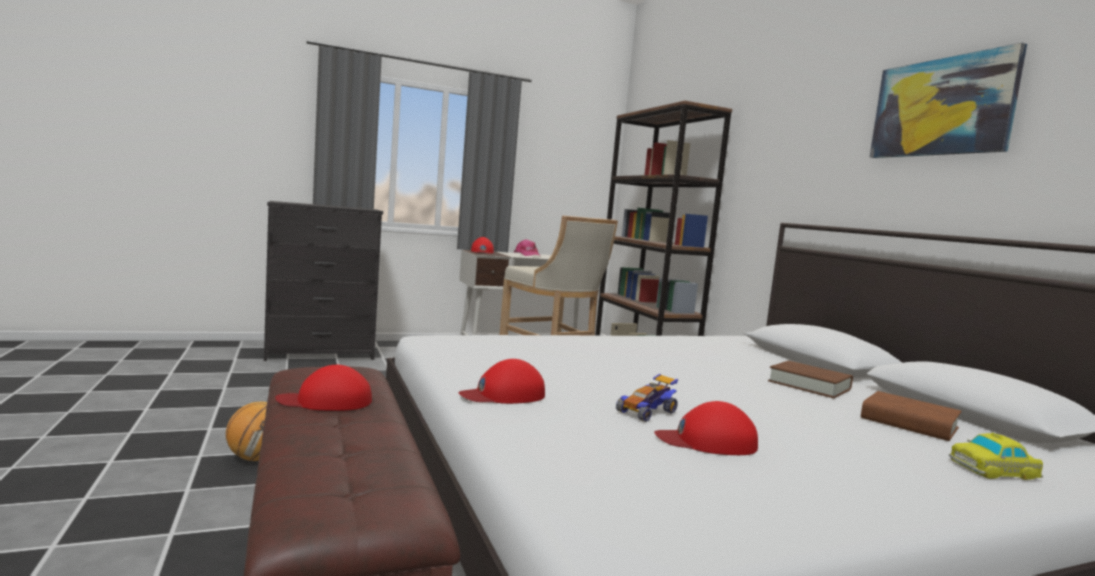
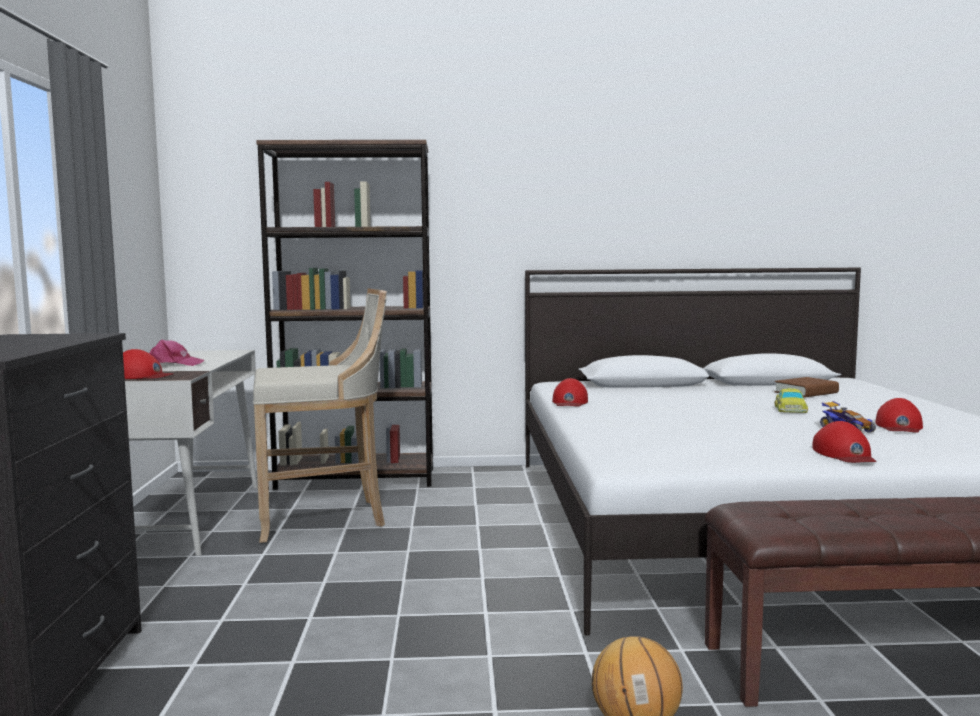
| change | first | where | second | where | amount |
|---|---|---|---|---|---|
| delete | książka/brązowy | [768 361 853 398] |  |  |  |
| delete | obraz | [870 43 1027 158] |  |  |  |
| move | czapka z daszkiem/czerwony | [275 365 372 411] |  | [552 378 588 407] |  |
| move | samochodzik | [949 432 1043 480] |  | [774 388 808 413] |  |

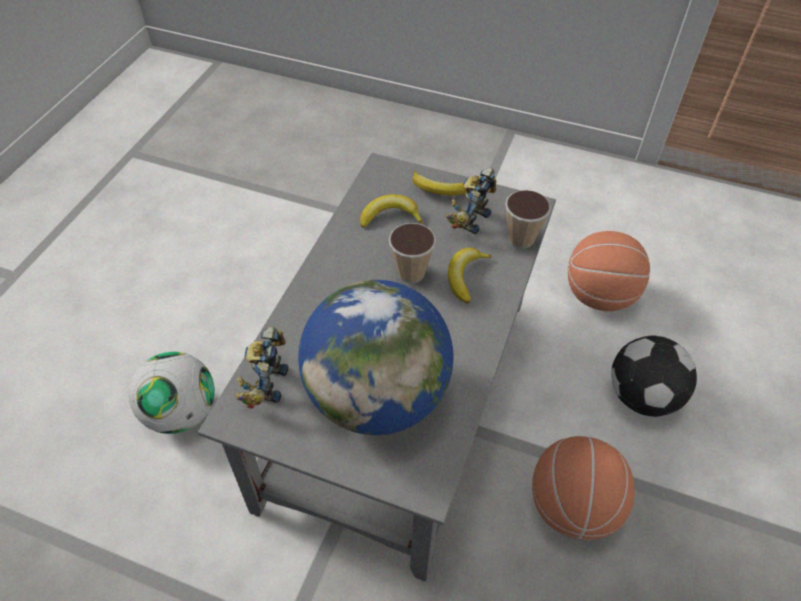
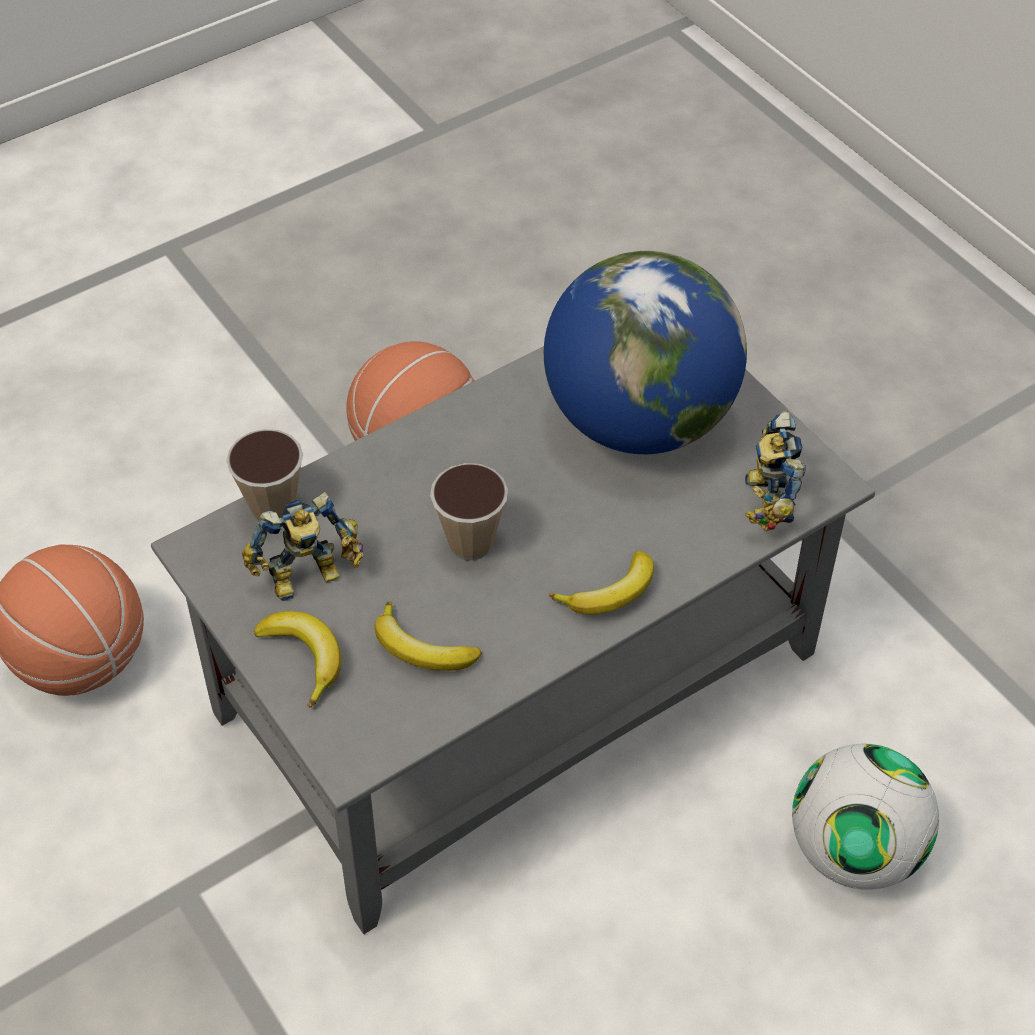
| change | first | where | second | where | amount |
|---|---|---|---|---|---|
| delete | piłka futbolowa | [611 336 697 417] |  |  |  |
| move | banan | [448 247 492 303] |  | [549 551 654 614] |  |
| rotate | robot zabawkowy | [236 326 289 409] |  | [745 411 806 531] | 135 degrees clockwise |

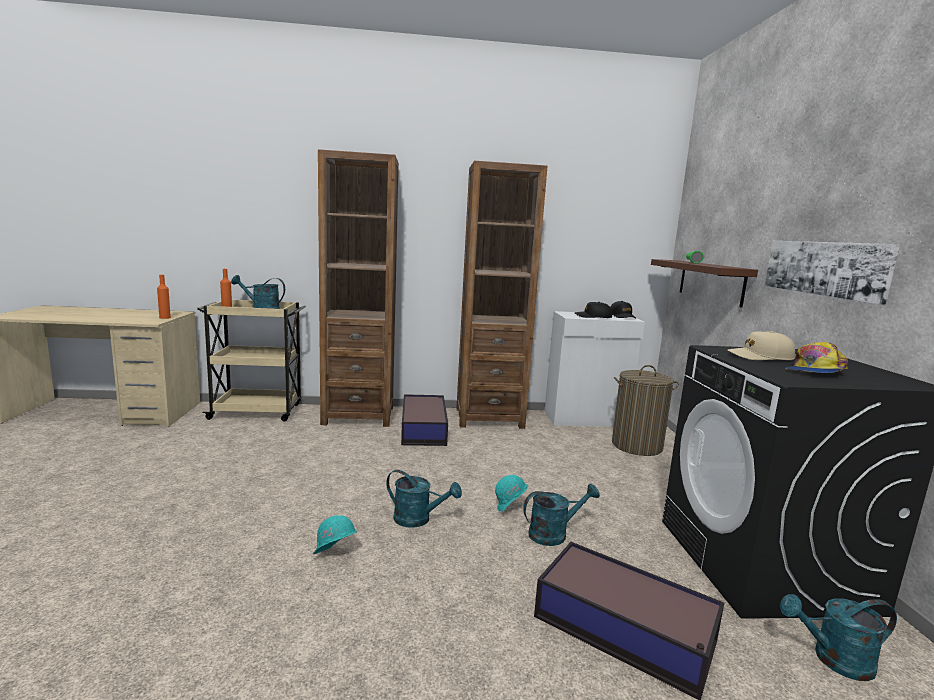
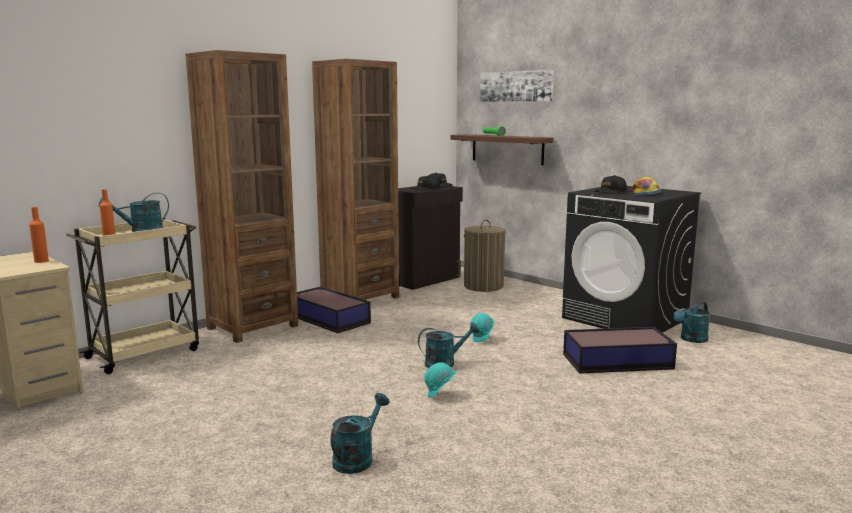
| change | first | where | second | where | amount |
|---|---|---|---|---|---|
| move | konewka/turkusowy | [523 484 600 546] |  | [331 393 389 474] |  |
| move | obraz | [765 241 900 305] |  | [480 70 554 102] |  |
| recolor | szafka/biały | [545 311 645 427] | szafka/czarny | [398 186 463 290] |  |
| recolor | czapka z daszkiem/beżowy | [727 331 796 360] | czapka z daszkiem/czarny | [595 175 627 194] |  |

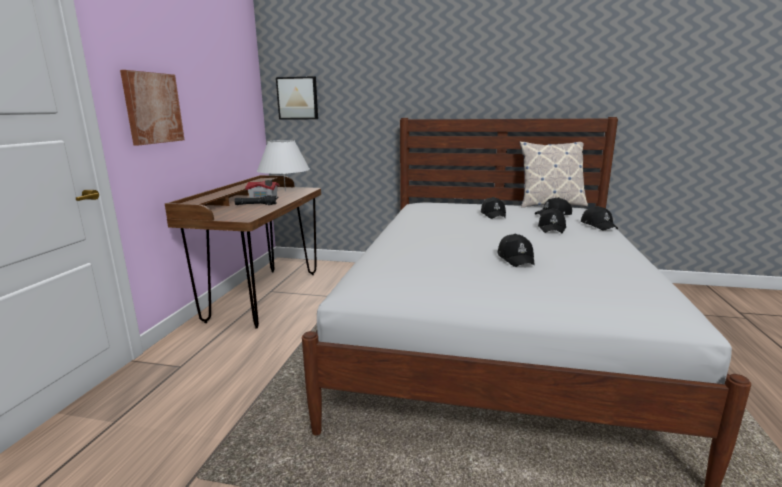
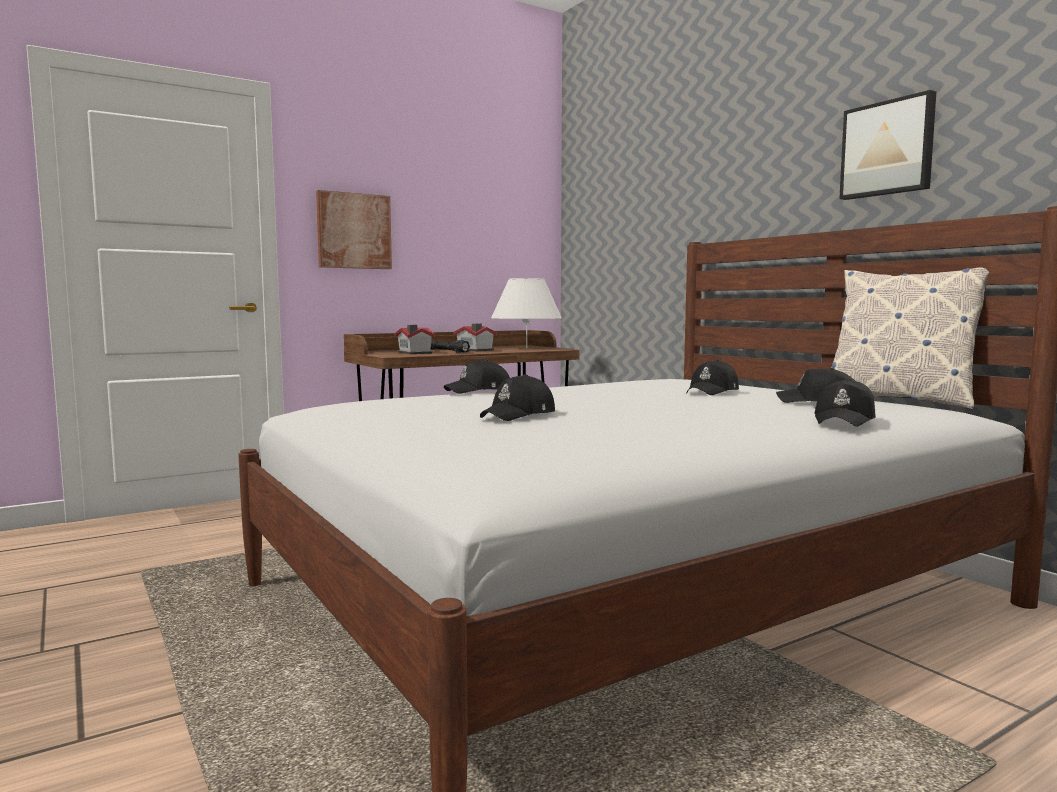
| change | first | where | second | where | amount |
|---|---|---|---|---|---|
| insert |  |  | domek | [394 325 435 354] |  |
| move | obraz | [276 76 318 120] |  | [839 90 936 200] |  |
| move | czapka z daszkiem/czarny | [538 208 566 233] |  | [444 359 510 394] |  |

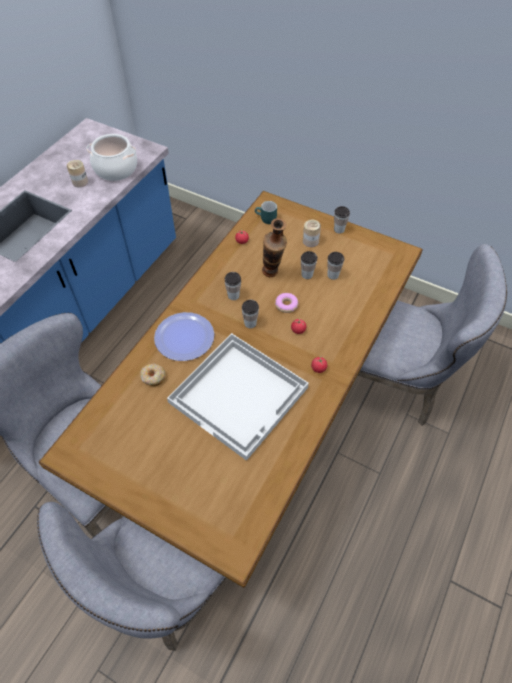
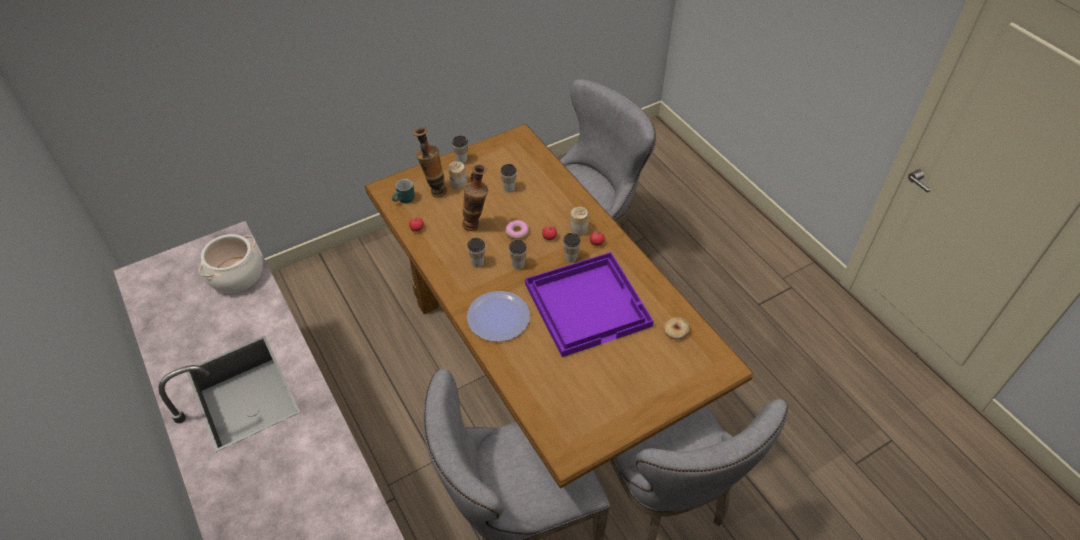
| change | first | where | second | where | amount |
|---|---|---|---|---|---|
| insert |  |  | wazon | [413 127 447 198] |  |
| move | puszka | [67 160 88 188] |  | [570 207 589 236] |  |
| move | donut | [140 363 166 386] |  | [664 317 690 340] |  |
| move | filiżanka | [301 251 317 279] |  | [563 233 580 263] |  |
| recolor | taca/biały | [167 333 309 461] | taca/fioletowy | [525 252 654 357] |  |

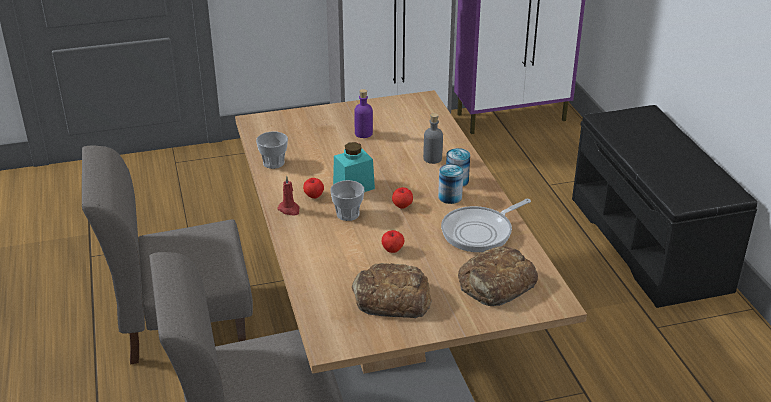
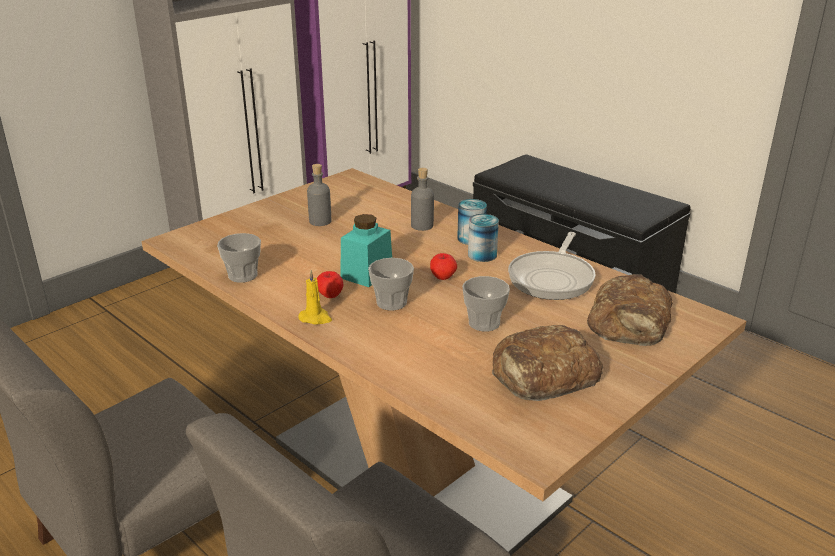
| change | first | where | second | where | amount |
|---|---|---|---|---|---|
| replace | jabłko | [382 230 404 253] | filiżanka | [462 276 510 331] |  |
| recolor | świeca/czerwony | [278 176 300 215] | świeca/żółty | [298 270 332 324] |  |
| recolor | butelka/fioletowy | [354 89 373 138] | butelka/szary | [307 164 331 226] |  |

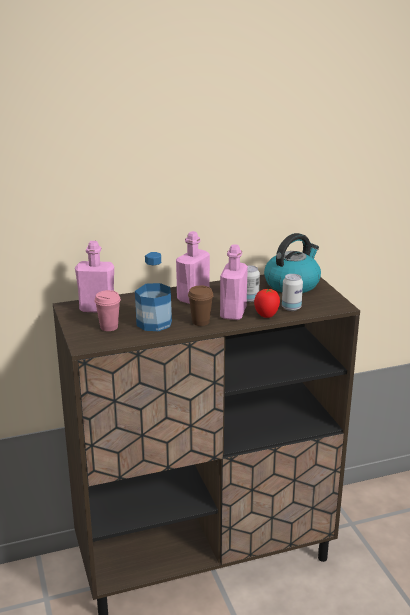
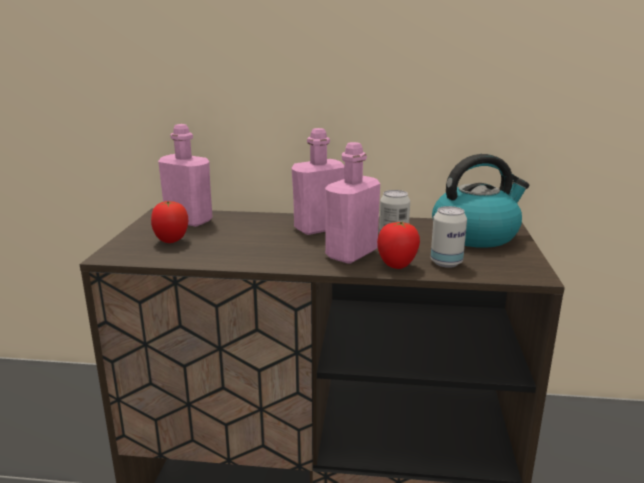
| change | first | where | second | where | amount |
|---|---|---|---|---|---|
| delete | butelka | [135 252 172 331] |  |  |  |
| delete | filiżanka/brązowy | [188 285 214 326] |  |  |  |
| replace | filiżanka/różowy | [94 290 121 331] | pomidor | [151 201 188 243] |  |

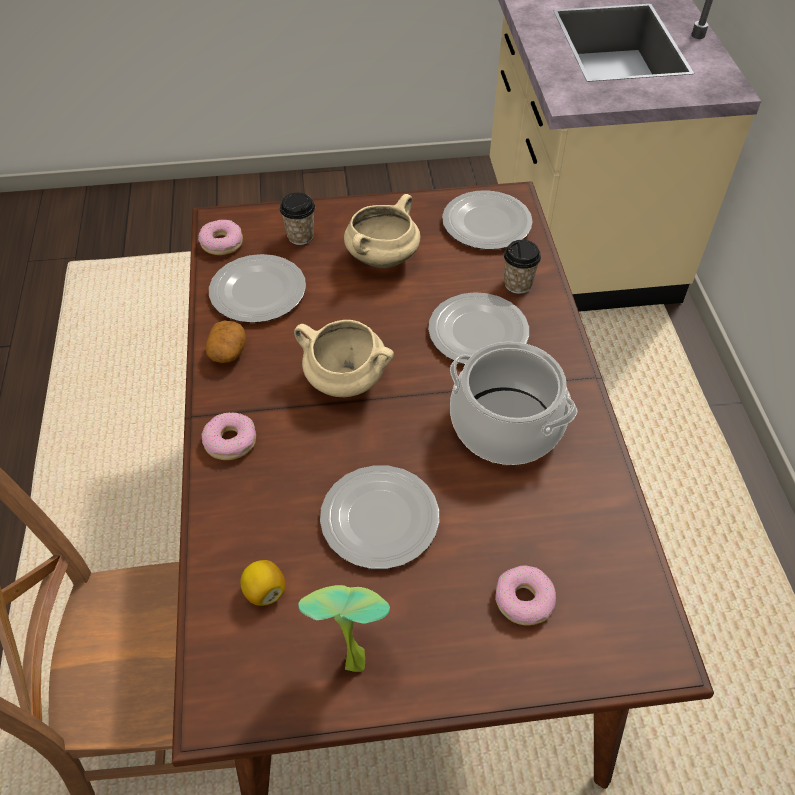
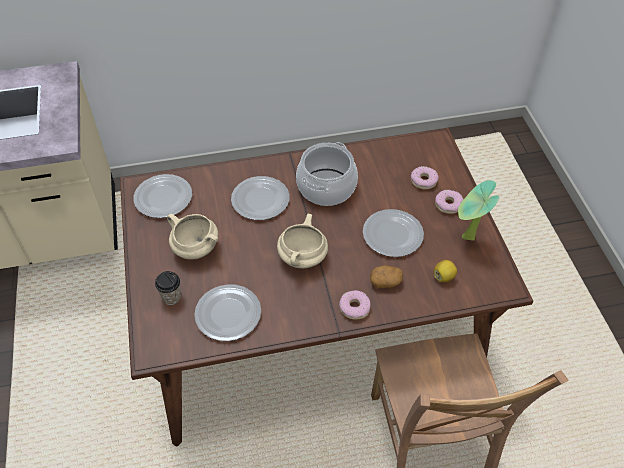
| change | first | where | second | where | amount |
|---|---|---|---|---|---|
| delete | filiżanka | [504 240 541 294] |  |  |  |
| move | donut | [198 220 243 255] |  | [435 190 464 214] |  |
| move | ziemniak | [206 321 246 363] |  | [370 265 403 288] |  |

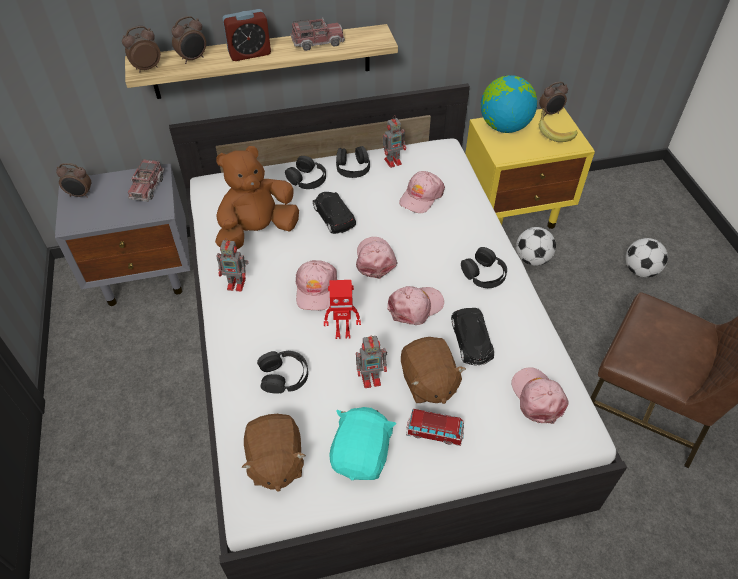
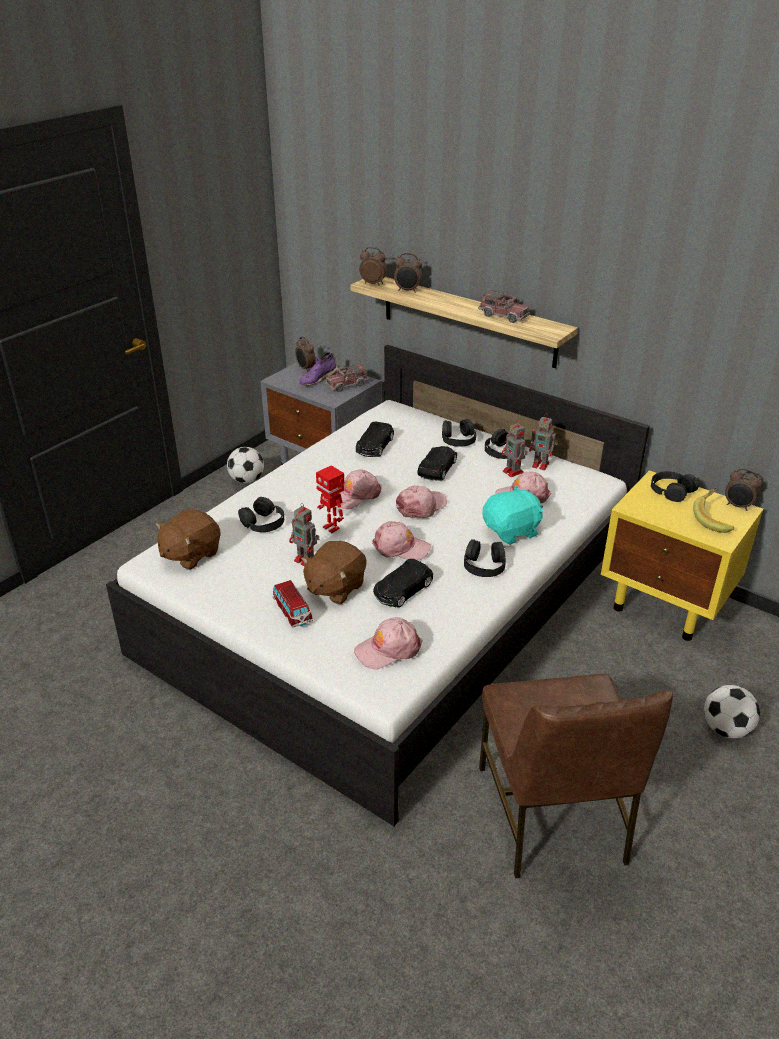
| change | first | where | second | where | amount |
|---|---|---|---|---|---|
| delete | budzik | [222 9 271 61] |  |  |  |
| insert |  |  | but/fioletowy | [299 352 338 386] |  |
| move | robot zabawkowy | [216 238 249 292] |  | [501 420 528 477] |  |
| move | pluszak/turkusowy | [329 407 396 480] |  | [483 485 543 545] |  |
| move | piłka futbolowa | [516 227 556 266] |  | [227 447 264 483] |  |
| replace | pluszak/brązowy | [215 146 299 249] | samochodzik/czarny | [356 421 394 457] |  |
| replace | globus | [481 75 537 133] | słuchawki/czarny | [651 471 699 502] |  |
| rotate | czapka z daszkiem/różowy | [511 367 569 424] |  | [354 617 423 669] | 150 degrees counterclockwise |

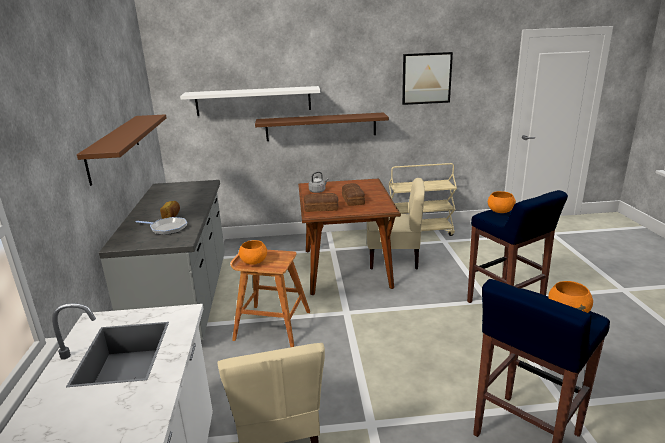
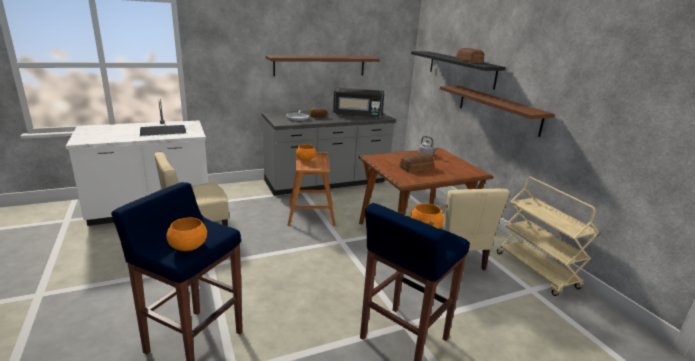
| change | first | where | second | where | amount |
|---|---|---|---|---|---|
| delete | obraz | [402 52 453 105] |  |  |  |
| insert |  |  | mikrofalówka/czarny | [333 88 384 118] |  |
| move | chleb | [303 193 339 212] |  | [456 48 485 63] |  |
| recolor | półka/biały | [180 86 320 116] | półka/czarny | [411 51 506 89] |  |

